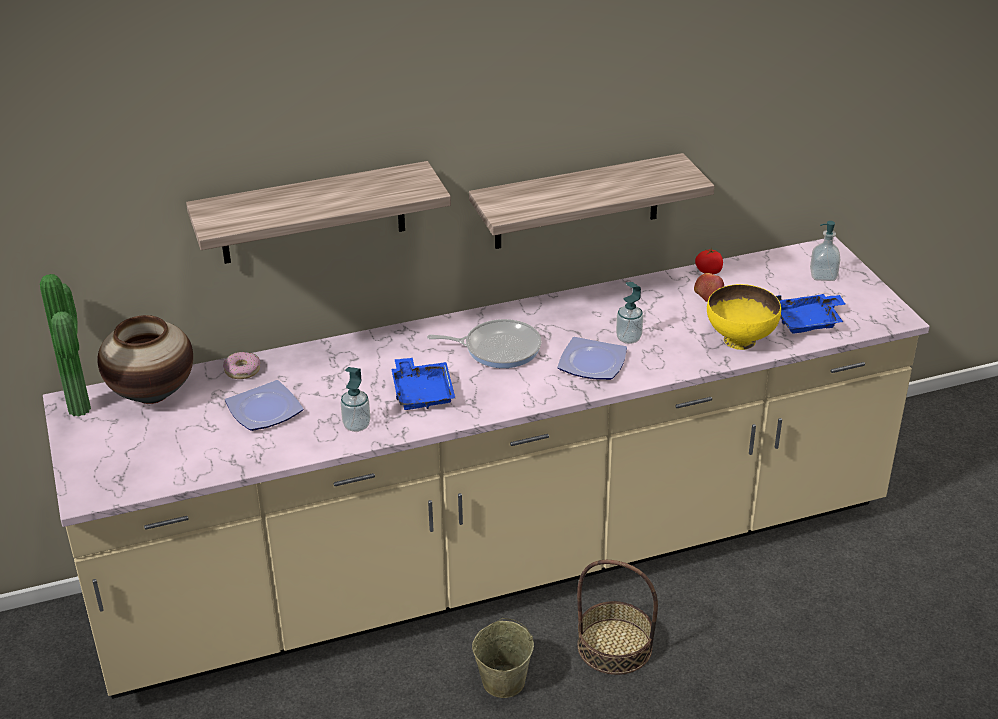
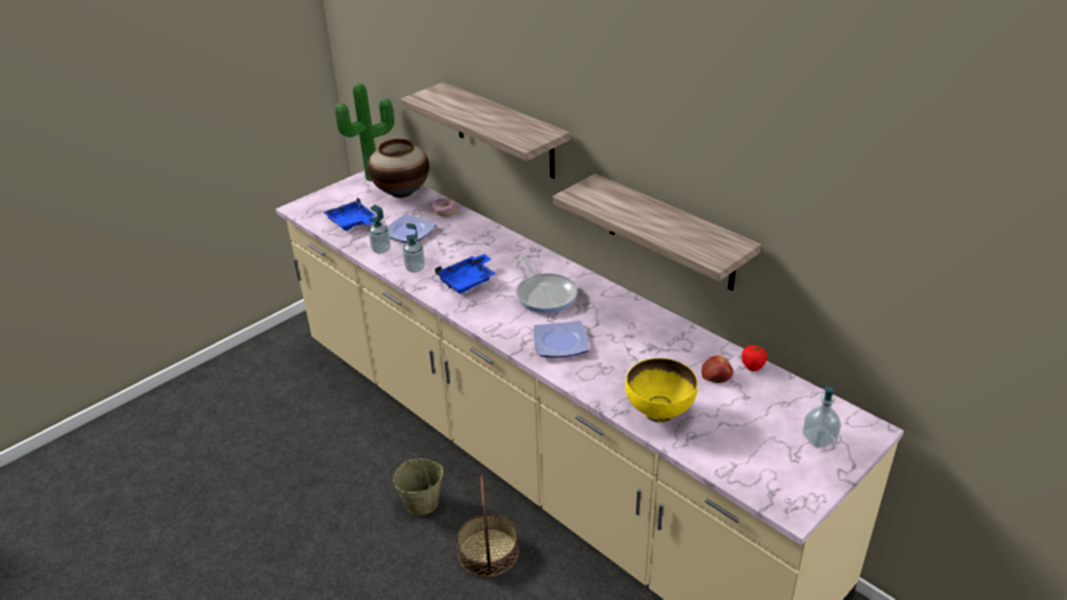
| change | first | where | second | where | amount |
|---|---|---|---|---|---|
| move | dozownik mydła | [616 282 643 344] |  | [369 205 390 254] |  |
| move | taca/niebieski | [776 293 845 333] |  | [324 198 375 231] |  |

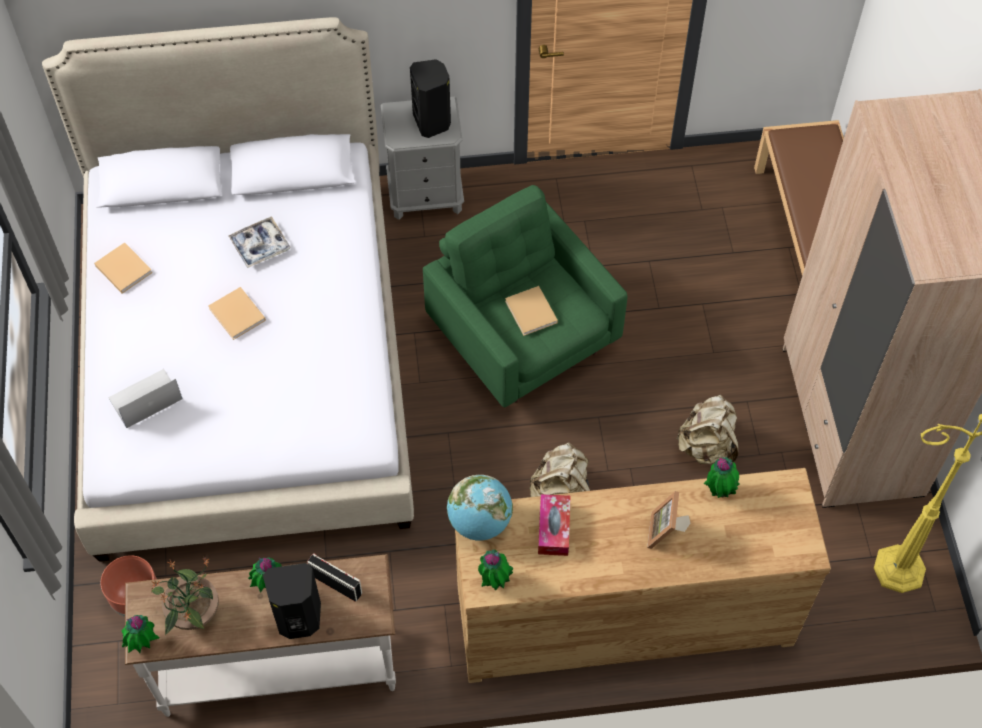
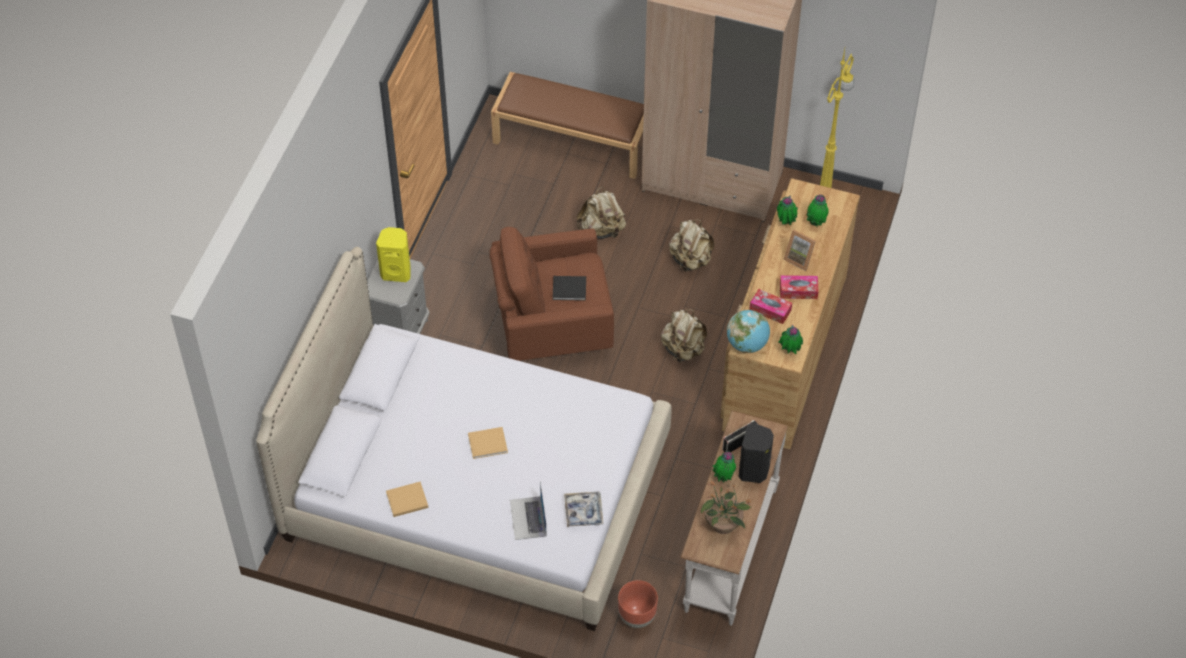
| change | first | where | second | where | amount |
|---|---|---|---|---|---|
| insert |  |  | plecak/beżowy | [577 186 626 239] |  |
| insert |  |  | pudełko chusteczek | [780 275 819 299] |  |
| move | roślina doniczkowa | [122 615 160 654] |  | [806 194 828 227] |  |
| move | taca | [229 216 291 268] |  | [564 492 604 527] |  |
| recolor | głośnik/czarny | [410 59 451 138] | głośnik/żółty | [376 227 410 282] |  |
| recolor | fotel/zielony | [423 185 627 408] | fotel/brązowy | [489 227 614 361] |  |
| recolor | książka/beżowy | [505 286 558 336] | książka/czarny | [553 276 586 301] |  |

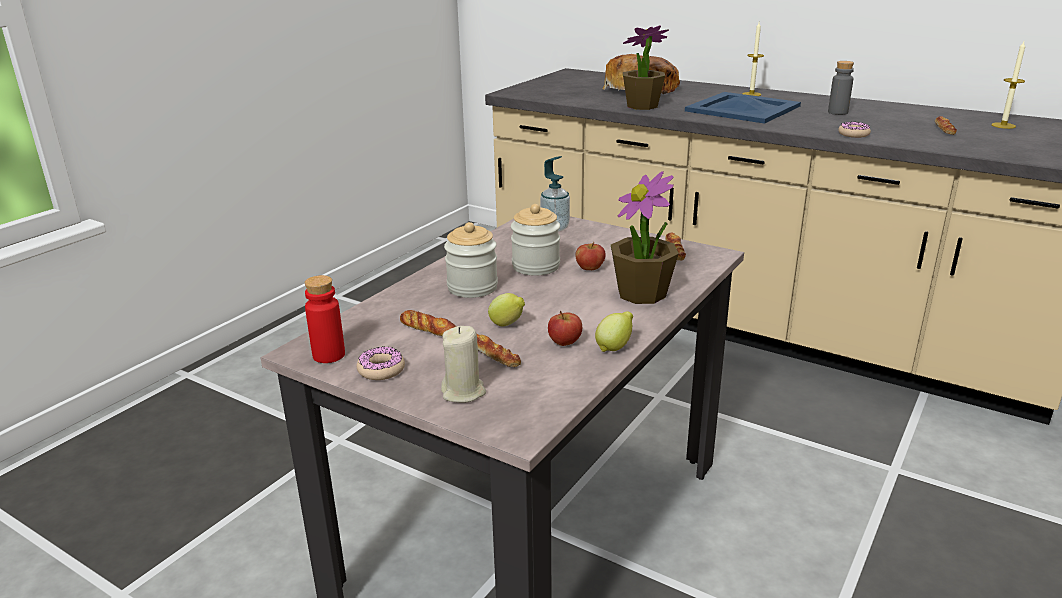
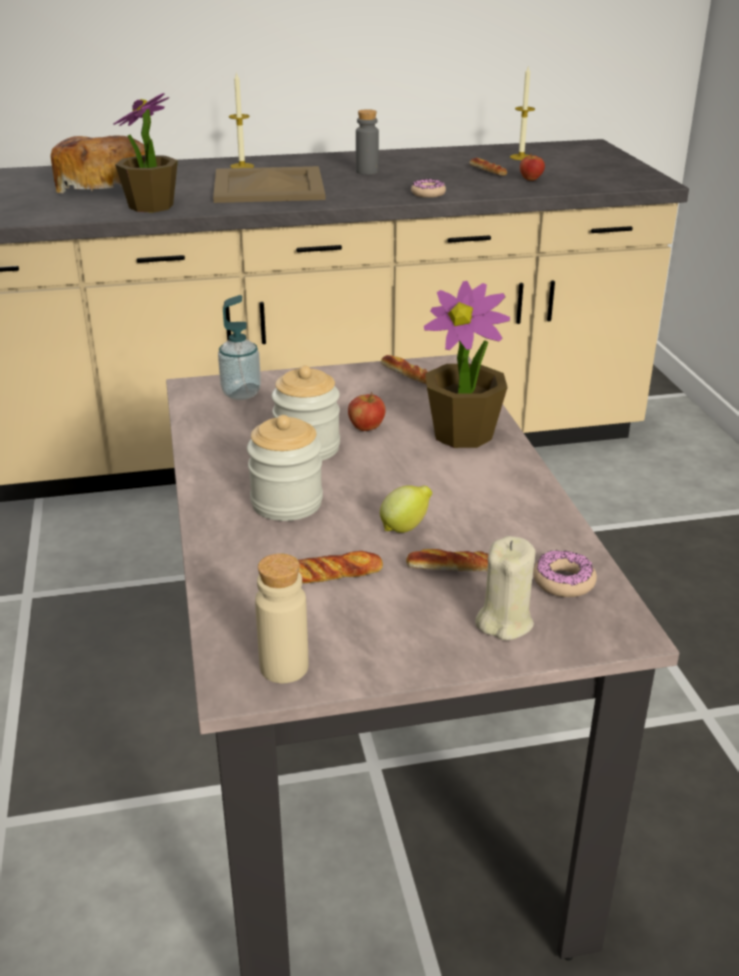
| change | first | where | second | where | amount |
|---|---|---|---|---|---|
| delete | cytryna | [595 311 633 352] |  |  |  |
| move | donut | [357 347 405 380] |  | [533 550 597 597] |  |
| move | jabłko | [548 311 582 346] |  | [520 153 545 181] |  |
| recolor | butelka/czerwony | [305 275 345 363] | butelka/beżowy | [255 553 308 683] |  |
| recolor | taca/niebieski | [685 92 801 124] | taca/beżowy | [213 166 325 203] |  |

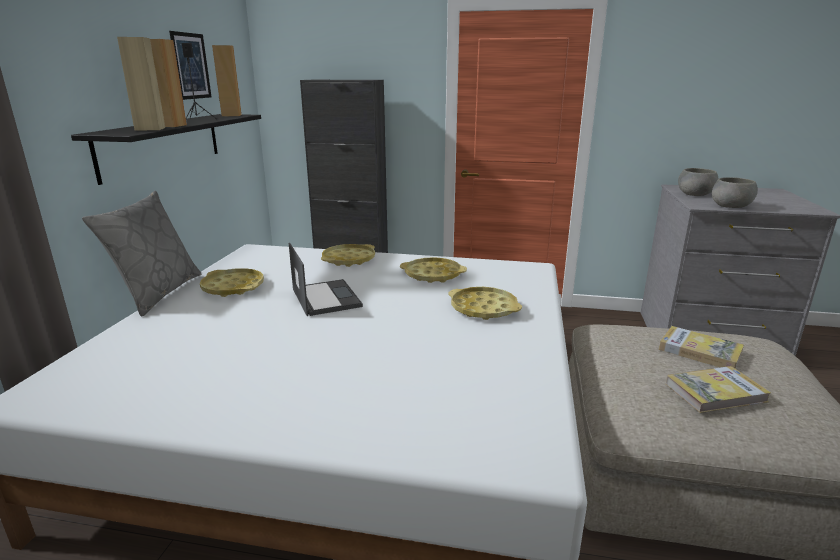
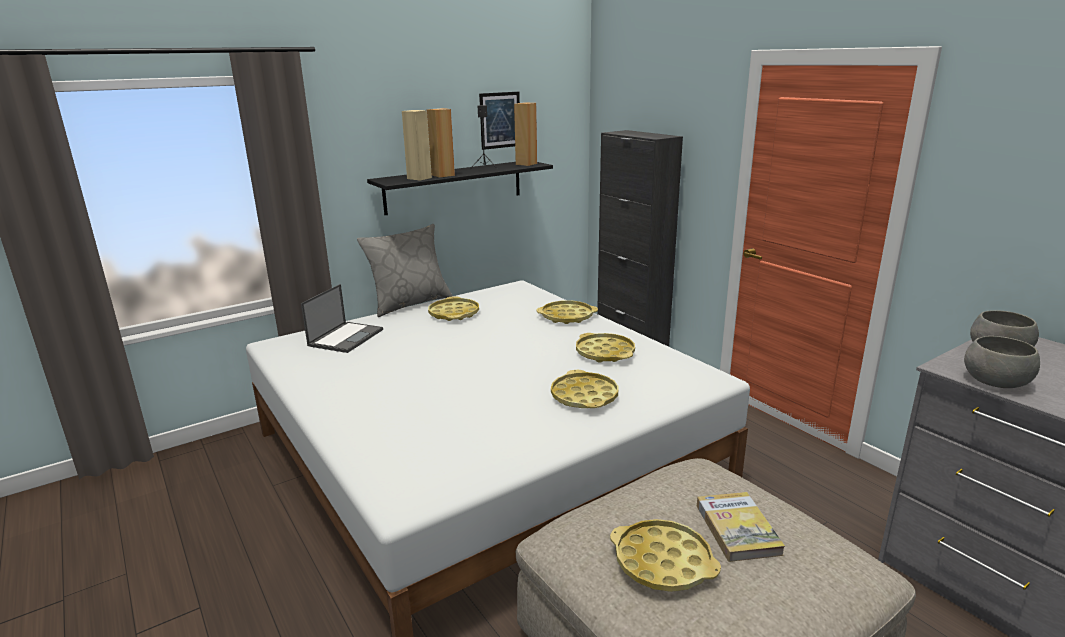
| change | first | where | second | where | amount |
|---|---|---|---|---|---|
| move | laptop | [289 243 363 316] |  | [301 284 383 353] |  |
| replace | książka | [666 366 771 413] | taca/żółty | [610 519 721 592] |  |

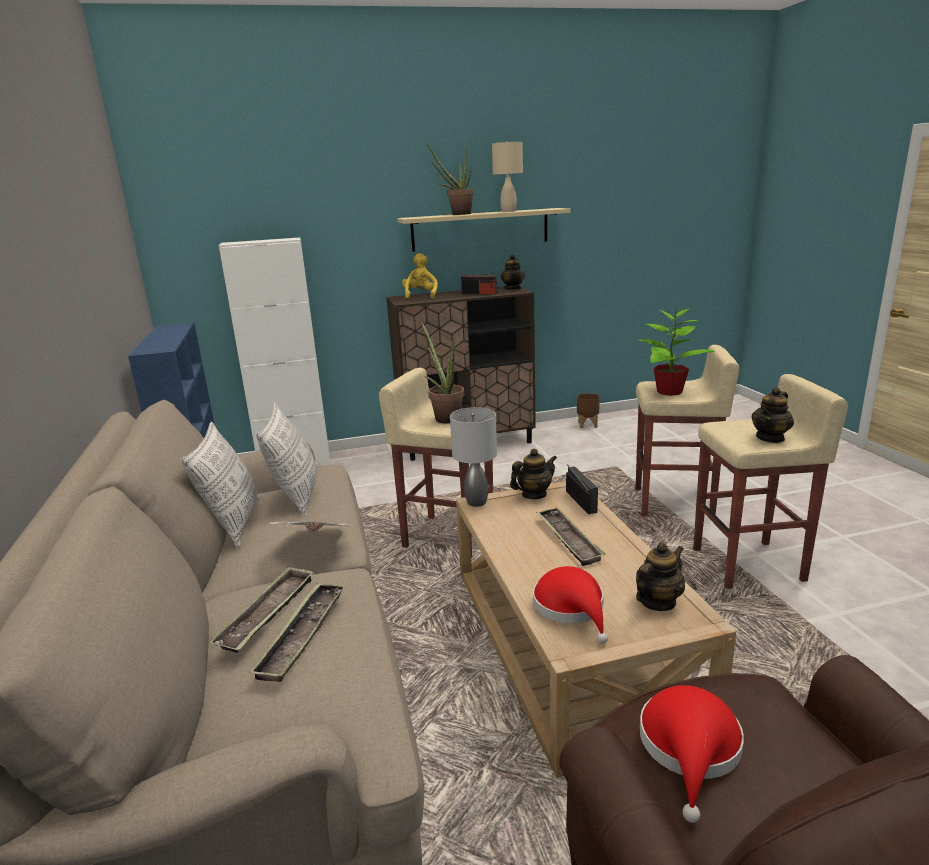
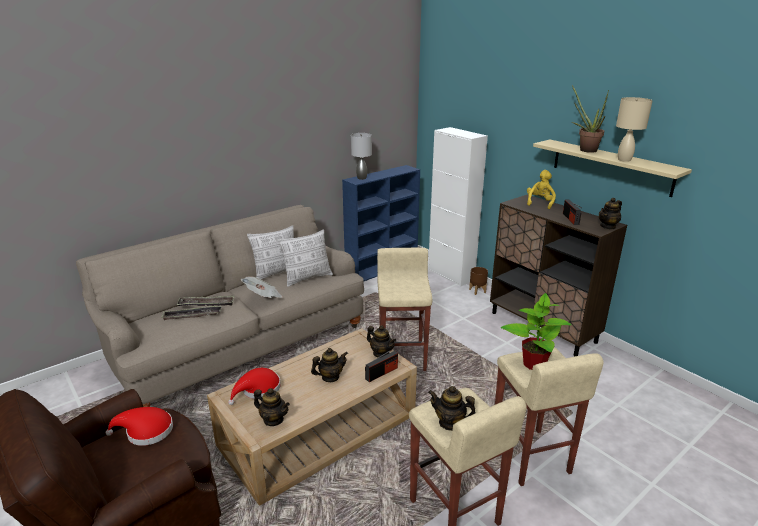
| change | first | where | second | where | amount |
|---|---|---|---|---|---|
| delete | roślina doniczkowa | [421 322 464 423] |  |  |  |
| move | lampa stołowa/szary | [450 407 497 507] |  | [351 133 372 180] |  |
| move | donica/brązowy | [577 393 600 428] |  | [469 267 488 295] |  |
| replace | taca | [536 507 605 566] | imbryk | [311 348 348 382] |  |
| rotate | pluszak/żółty | [402 253 438 299] |  | [527 170 556 209] | 45 degrees counterclockwise |

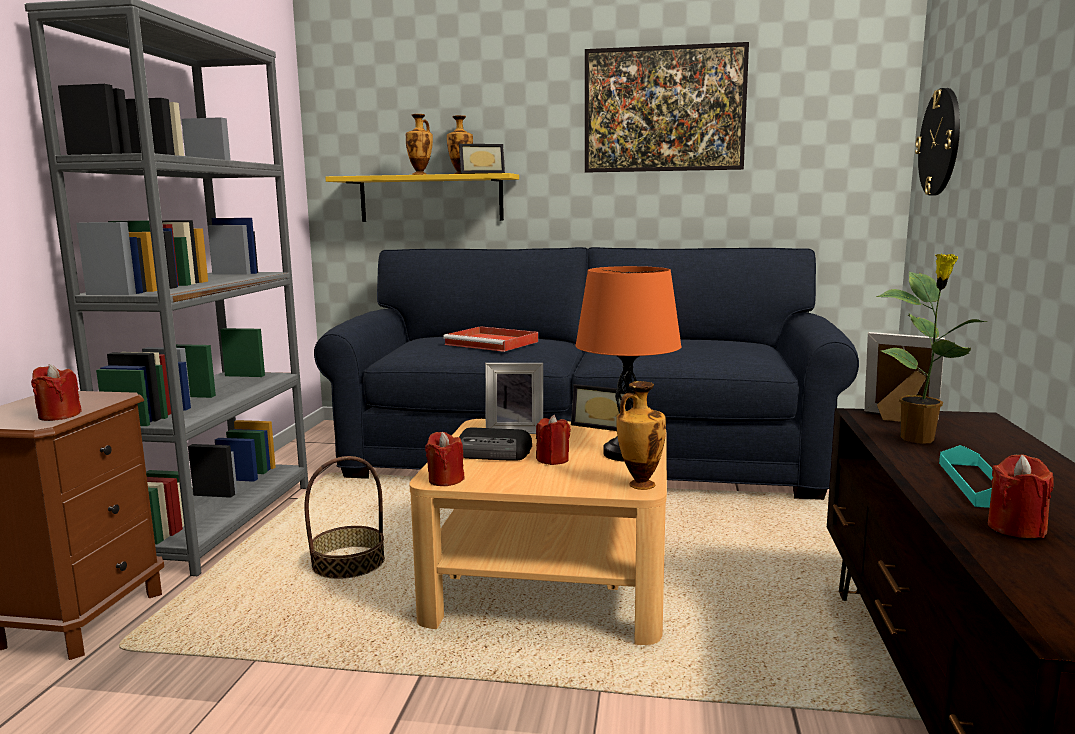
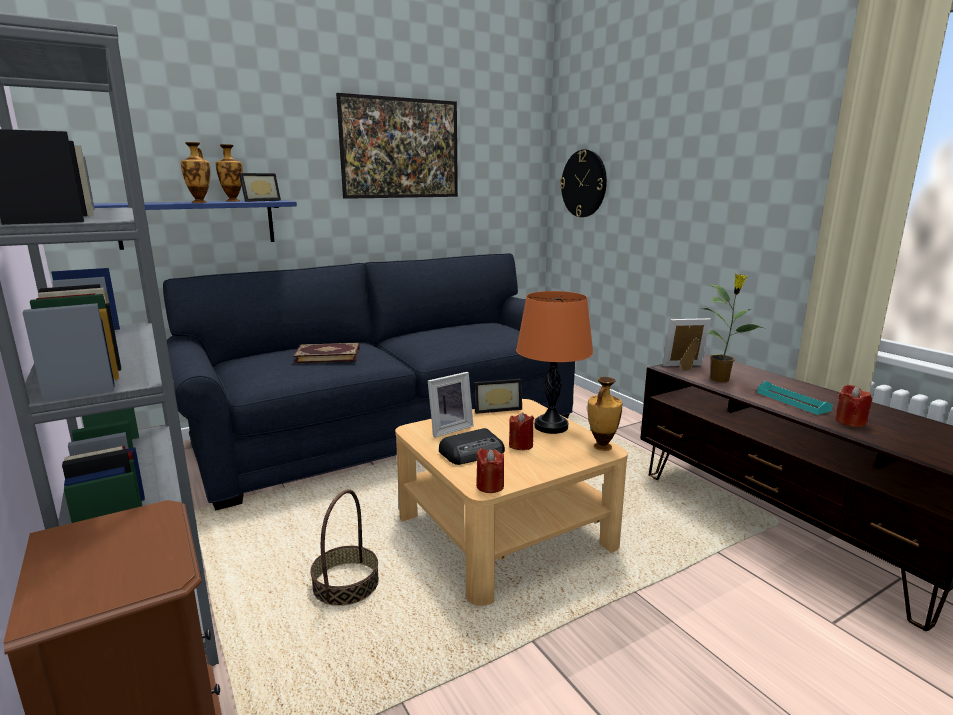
| change | first | where | second | where | amount |
|---|---|---|---|---|---|
| delete | świeca/czerwony | [31 364 82 421] |  |  |  |
| replace | taca/czerwony | [443 326 538 352] | książka | [293 343 360 363] |  |
| recolor | półka/żółty | [325 173 519 222] | półka/niebieski | [94 200 297 250] |  |

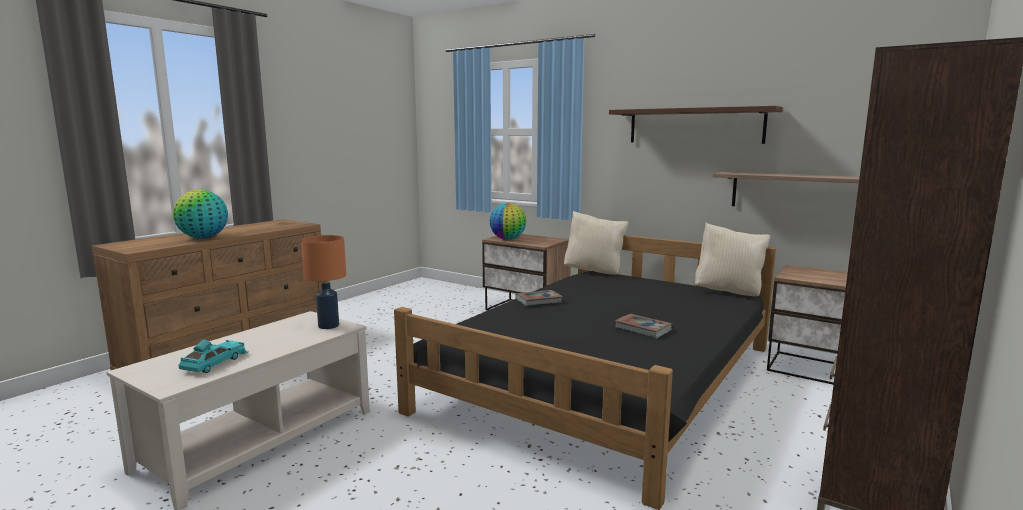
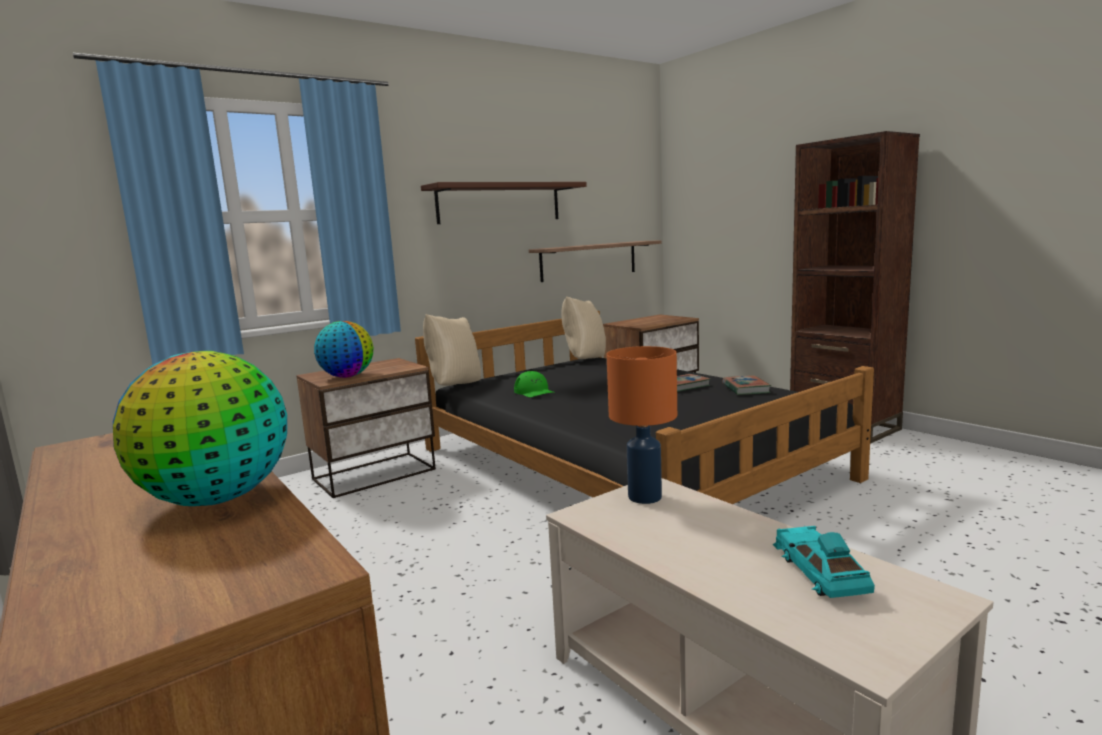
| change | first | where | second | where | amount |
|---|---|---|---|---|---|
| insert |  |  | czapka z daszkiem/zielony | [514 371 555 397] |  |
| move | książka | [515 290 563 306] |  | [722 375 771 395] |  |
| rotate | samochodzik/turkusowy | [178 340 248 373] |  | [773 526 875 598] | 45 degrees clockwise |

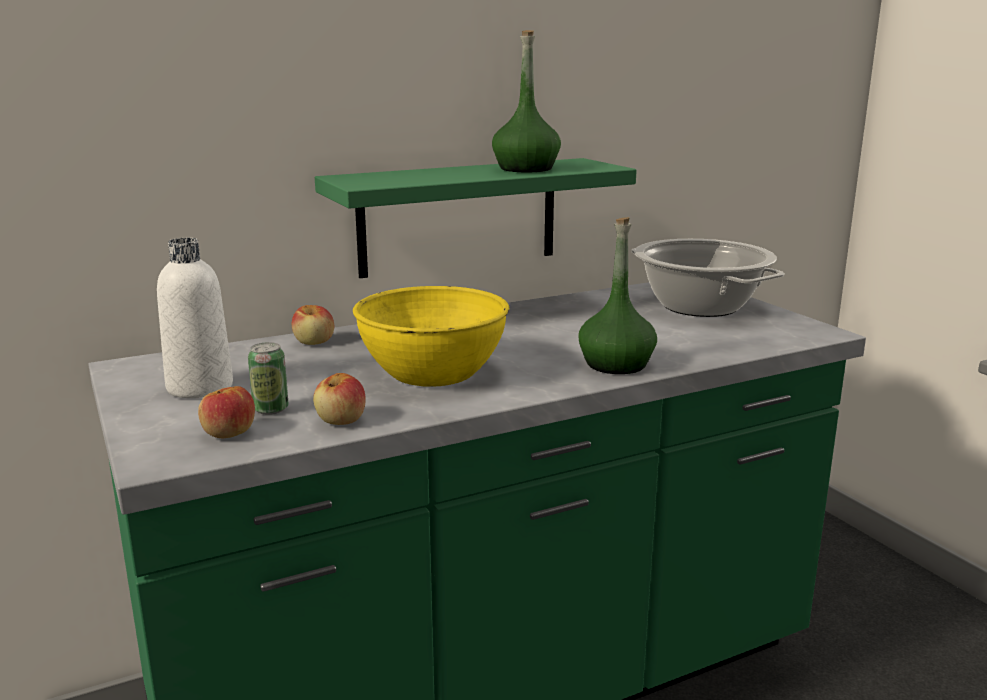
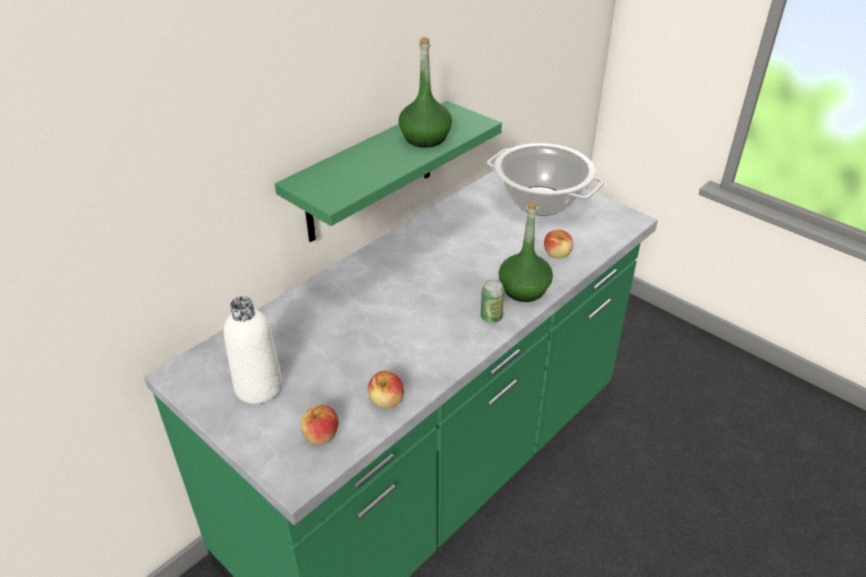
| change | first | where | second | where | amount |
|---|---|---|---|---|---|
| delete | miska/żółty | [353 286 509 387] |  |  |  |
| move | puszka | [248 342 289 415] |  | [481 280 505 323] |  |
| move | jabłko | [292 305 334 345] |  | [544 230 573 259] |  |

